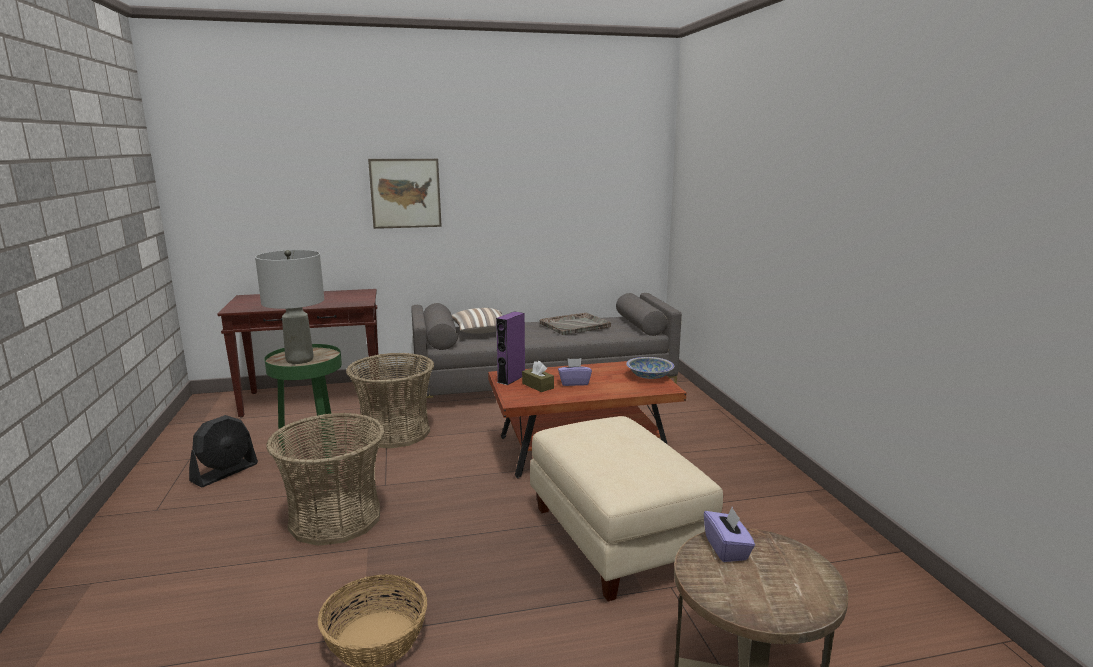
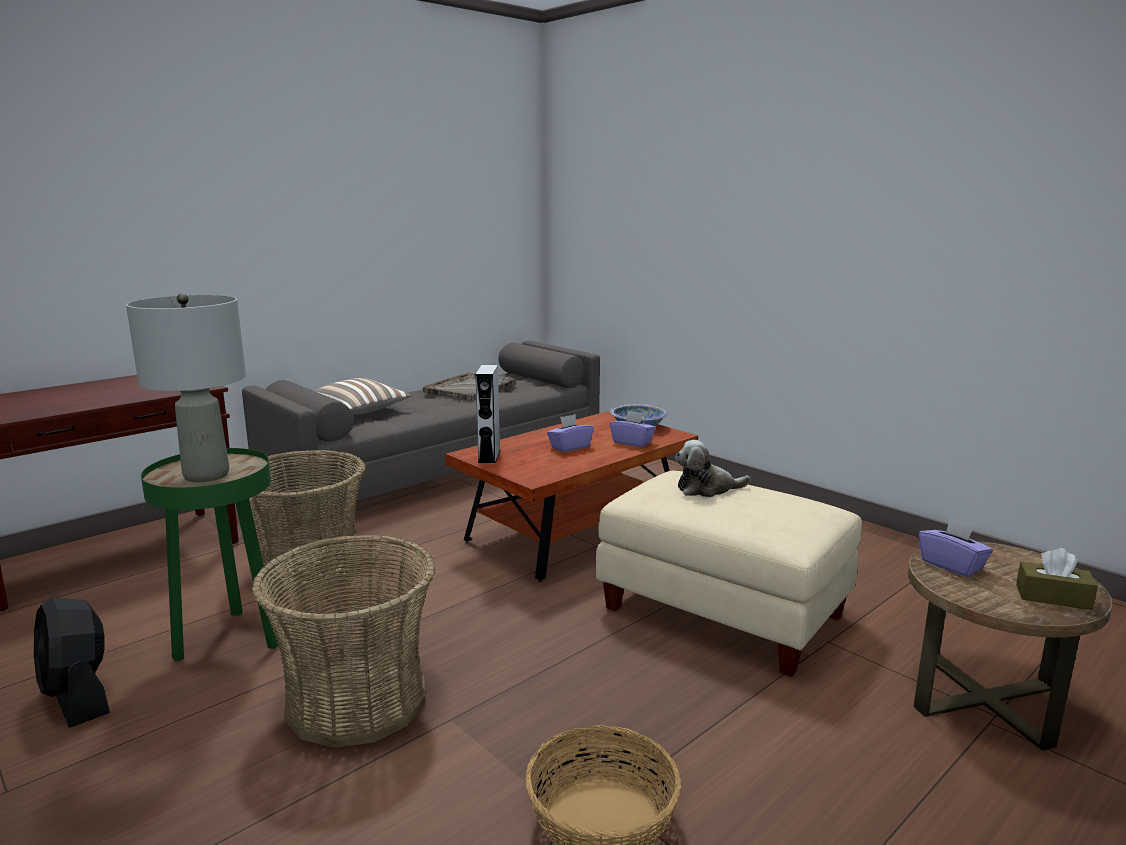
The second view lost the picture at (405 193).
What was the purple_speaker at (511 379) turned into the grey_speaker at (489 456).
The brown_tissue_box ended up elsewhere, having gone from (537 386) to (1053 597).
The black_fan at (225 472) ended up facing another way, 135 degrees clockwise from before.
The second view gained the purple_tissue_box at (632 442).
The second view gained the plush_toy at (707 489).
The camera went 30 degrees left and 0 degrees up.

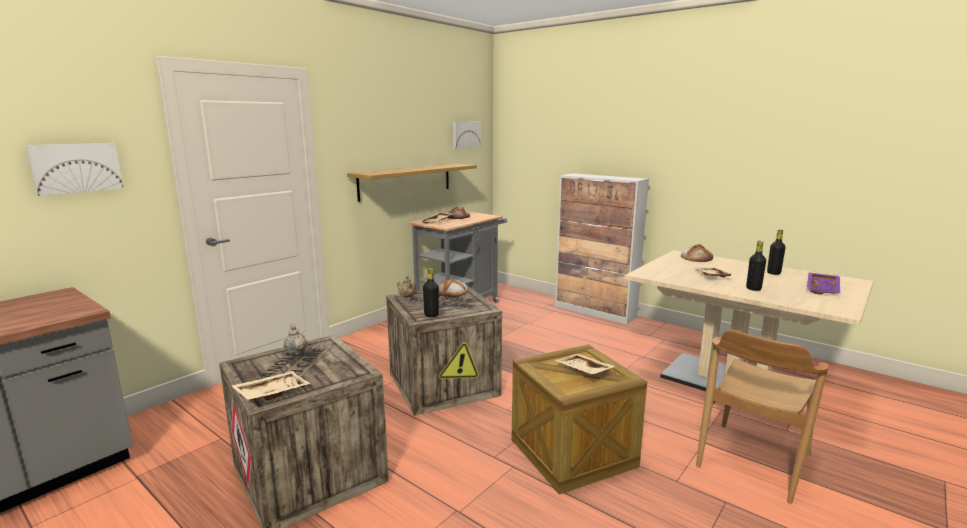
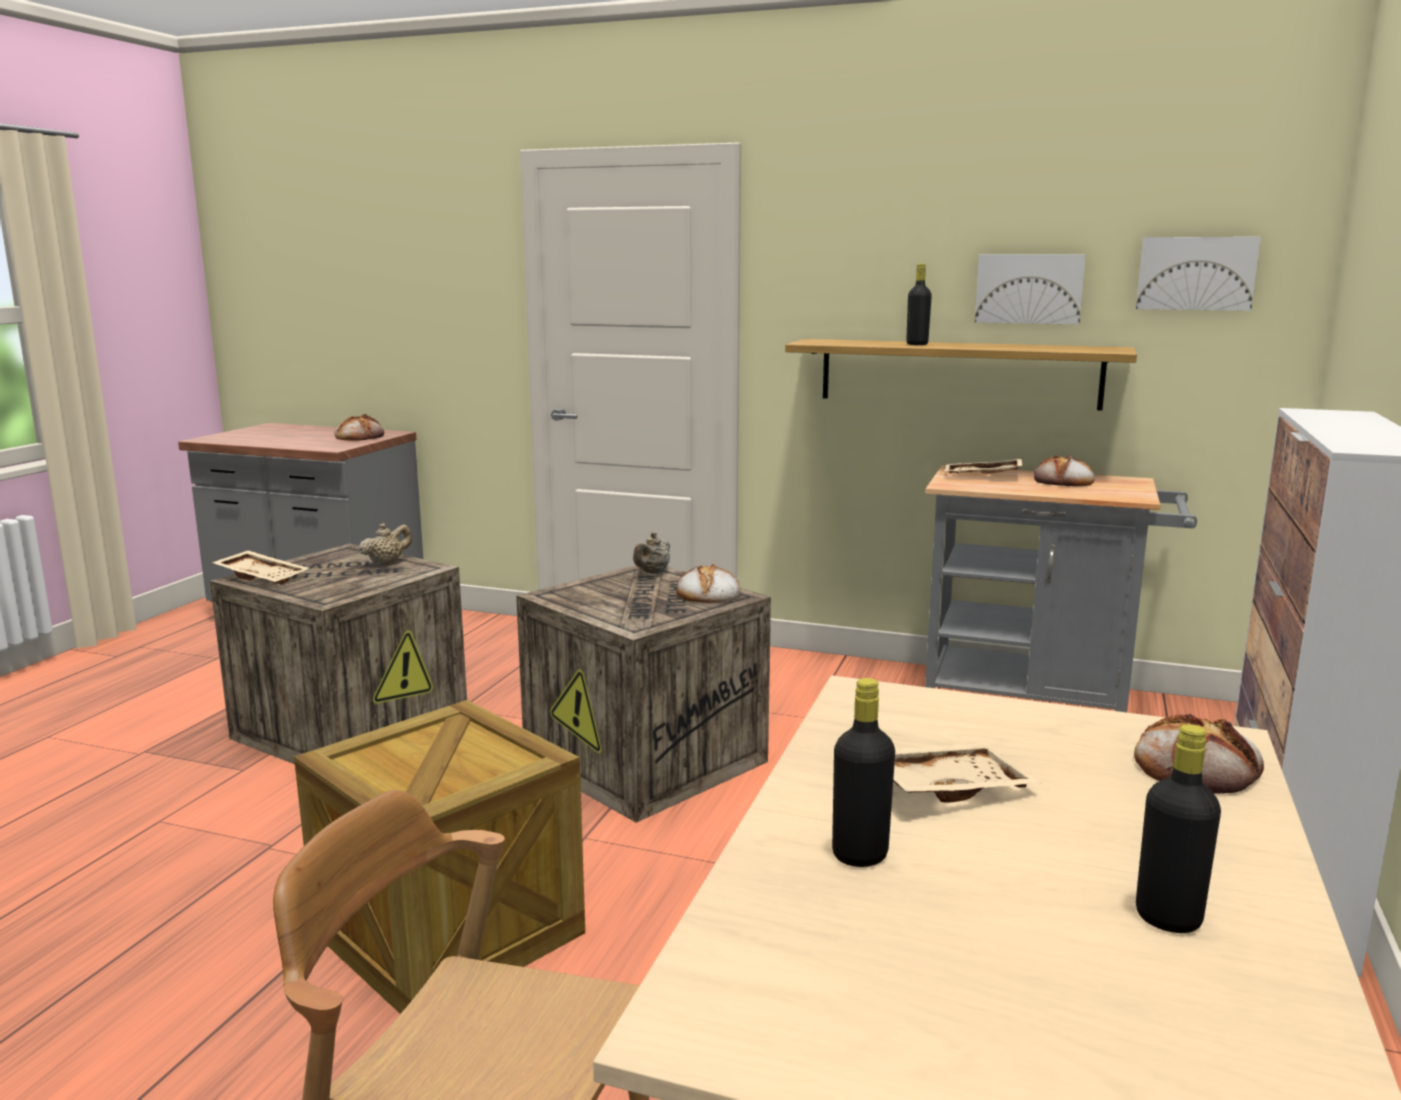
The picture ended up elsewhere, having gone from (76 168) to (1029 288).
The black_bottle ended up elsewhere, having gone from (431 315) to (917 344).
The second view lost the purple_tray at (823 289).
The second view lost the beige_tray at (583 371).
The second view gained the bread at (360 436).
The camera went 70 degrees right and 0 degrees up.

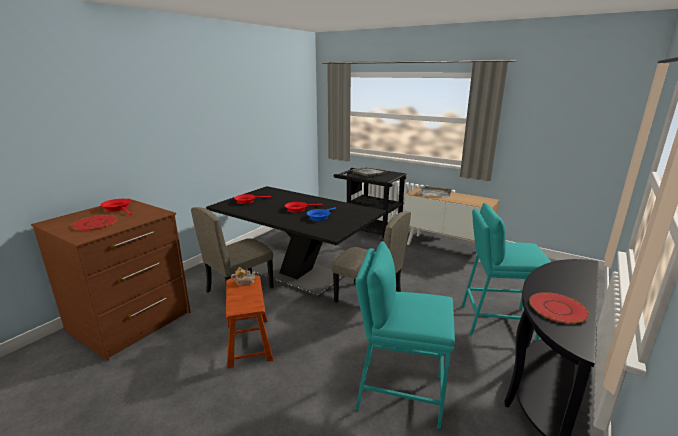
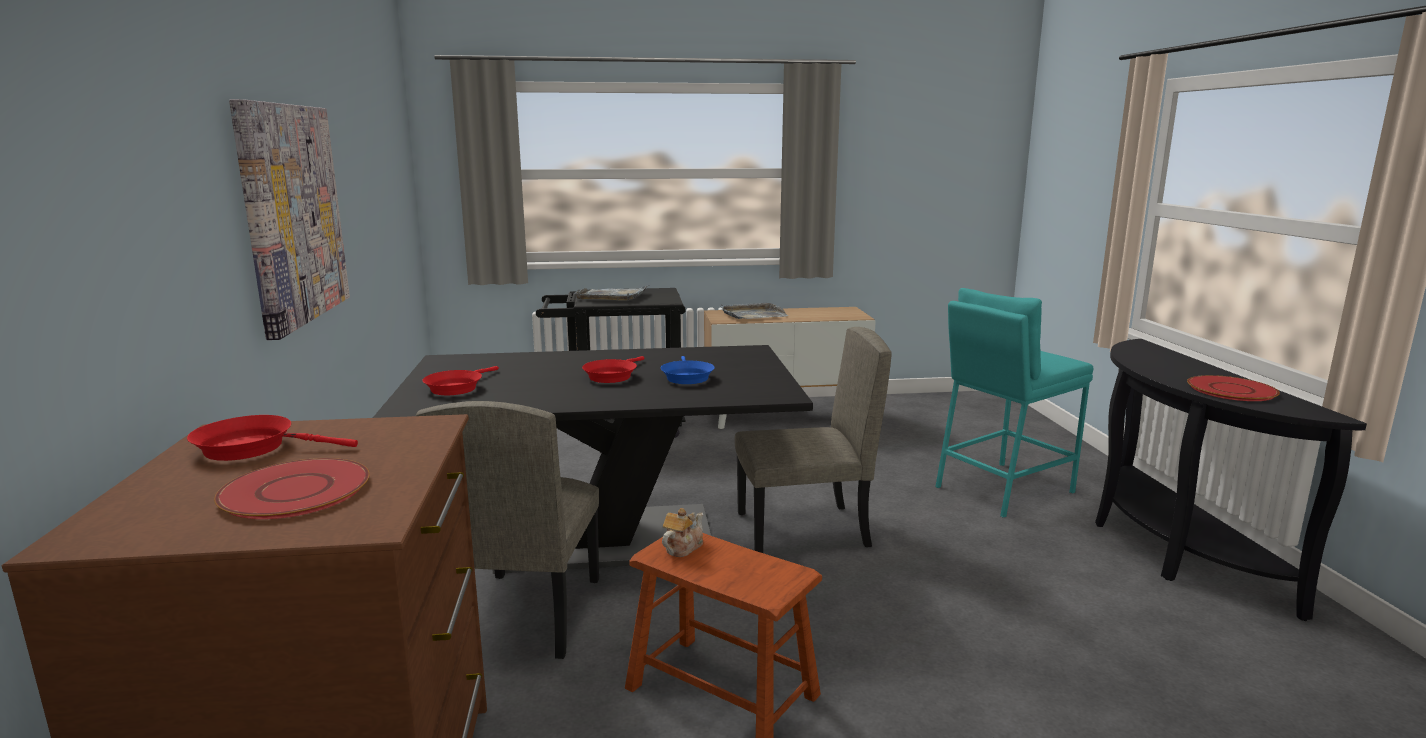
The second view lost the turquoise_stool at (400 392).
The second view gained the picture at (291 214).
The camera went 40 degrees left and 5 degrees down.

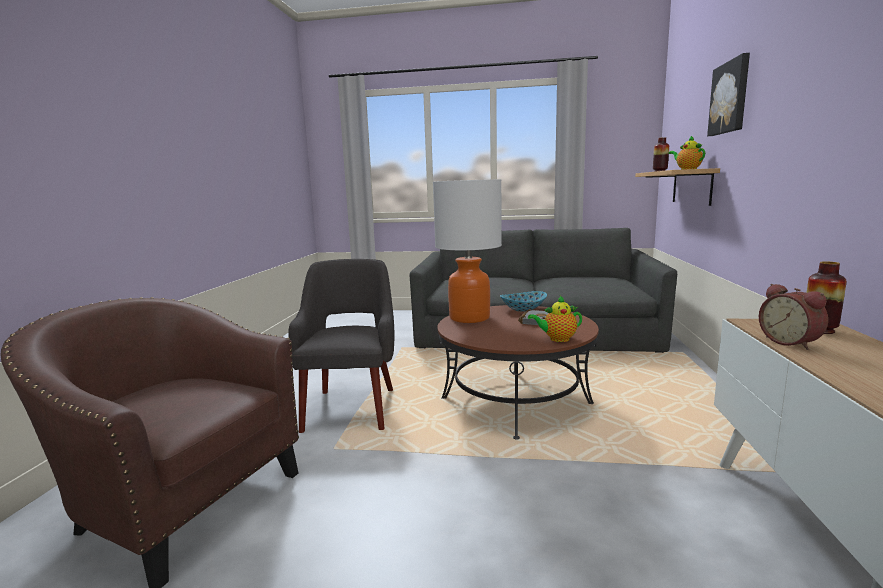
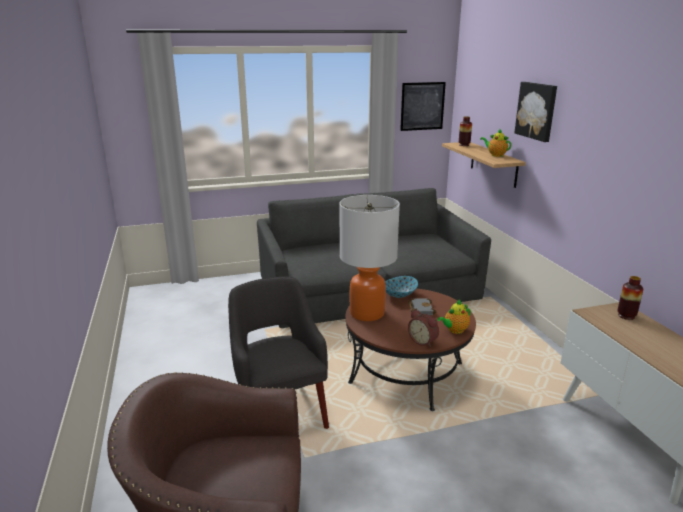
The alarm_clock ended up elsewhere, having gone from (791 342) to (423 341).
The second view gained the picture at (422 106).
The camera went 25 degrees left and 10 degrees up.

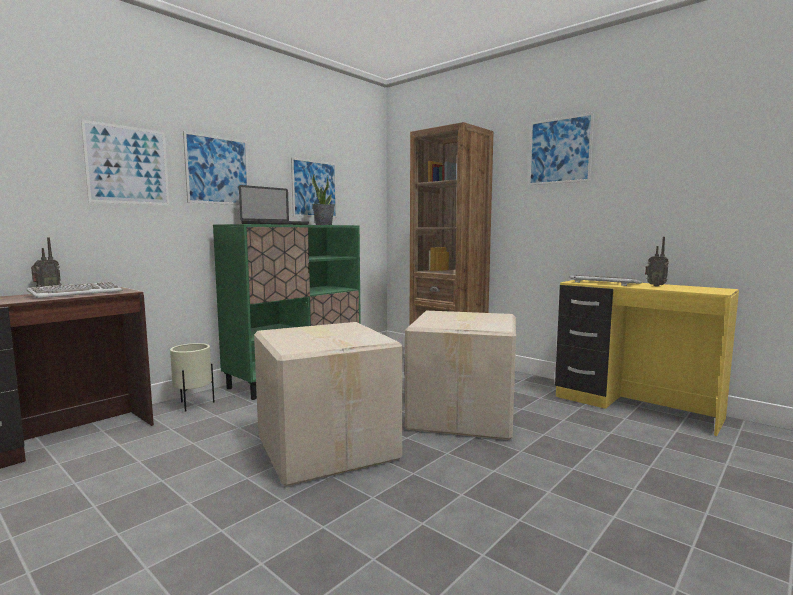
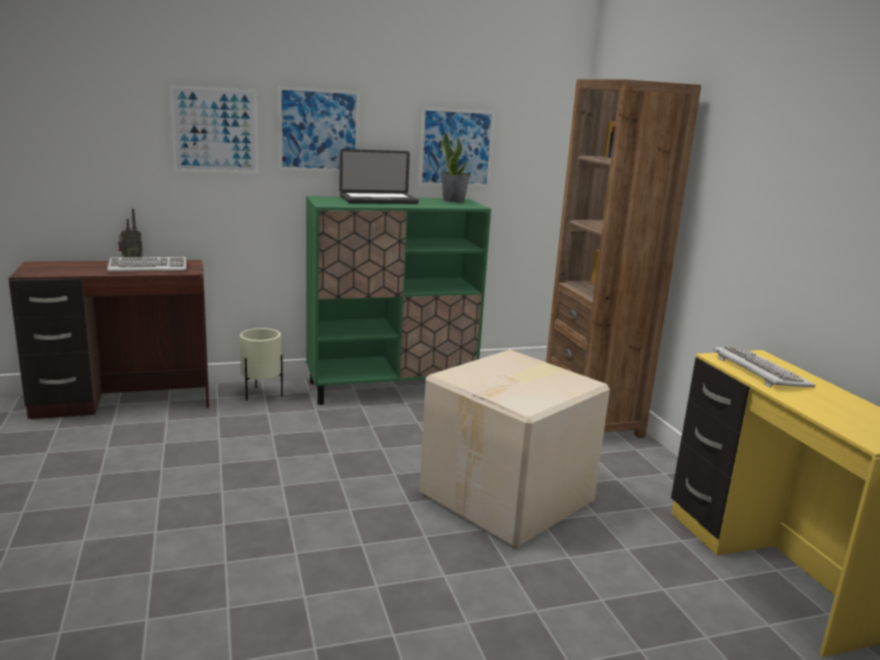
The second view lost the picture at (559 150).
The second view lost the radio at (655 286).
The second view lost the cardboard_box at (328 446).
The camera went 30 degrees right and 10 degrees up.

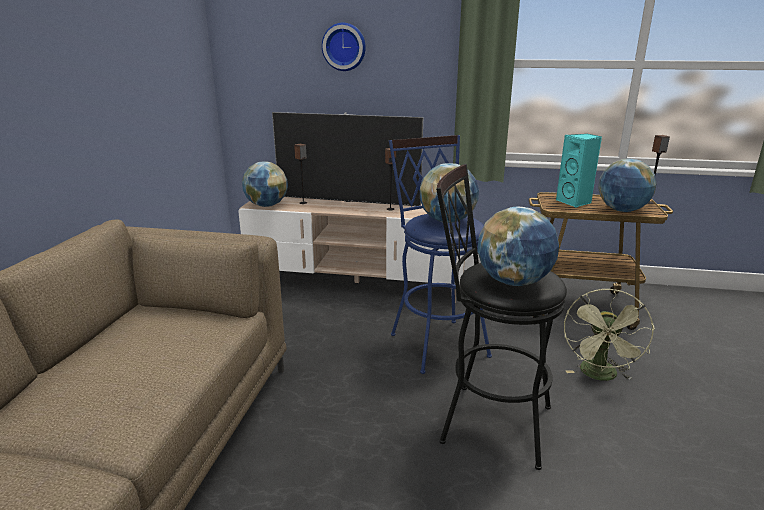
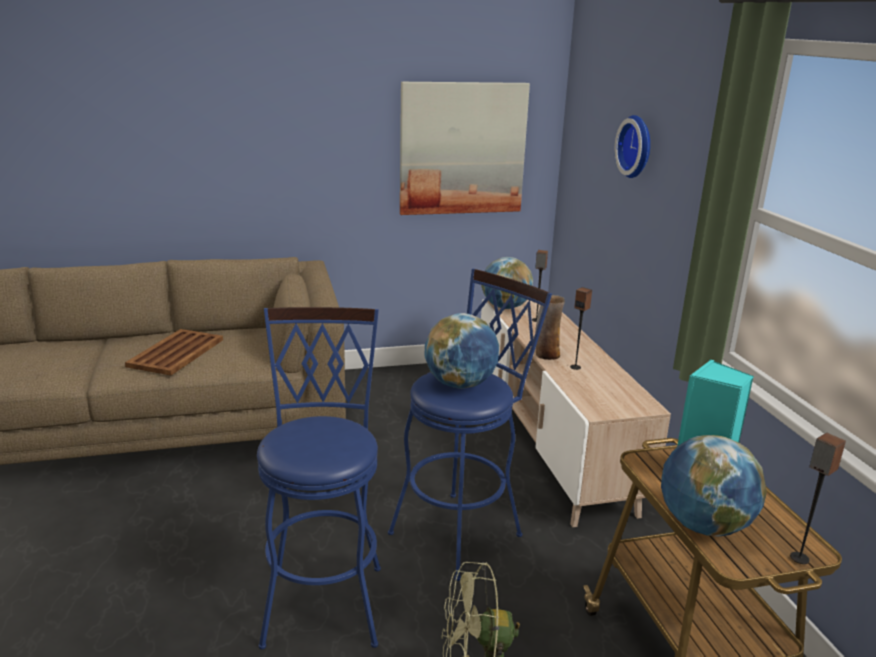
The second view lost the television at (348 201).
What was the black_stool at (486 421) turned into the blue_stool at (325 596).
The second view lost the globe at (514 282).
The second view gained the picture at (462 149).
The second view gained the vase at (546 355).
The second view gained the brown_tray at (177 352).
The camera went 65 degrees right and 0 degrees up.

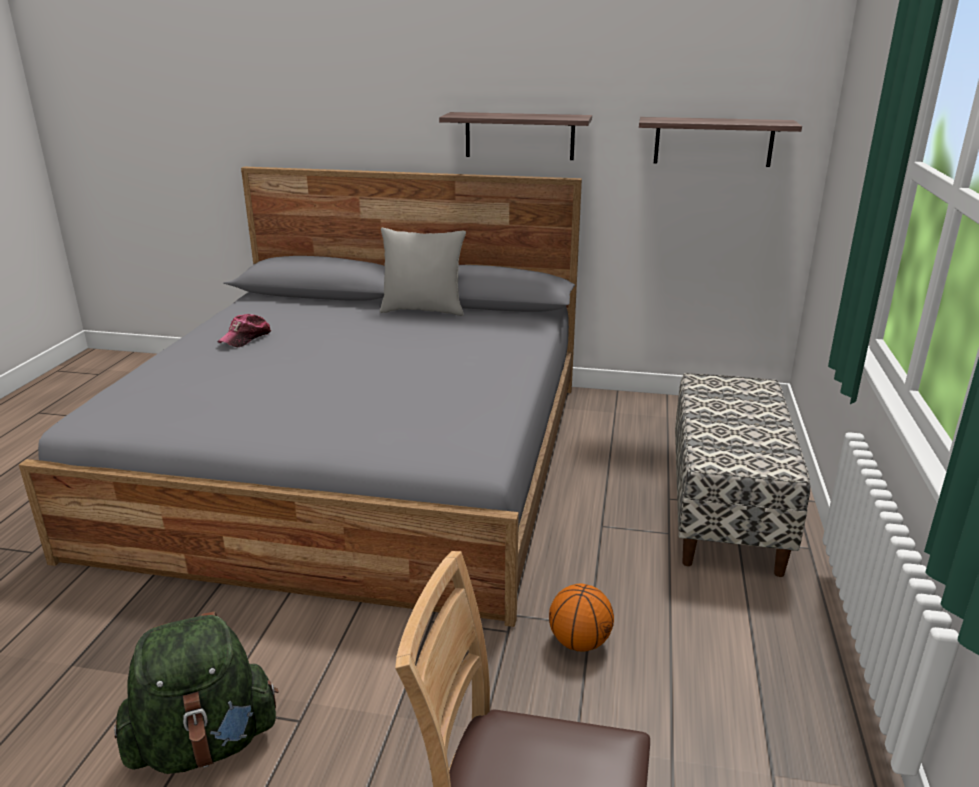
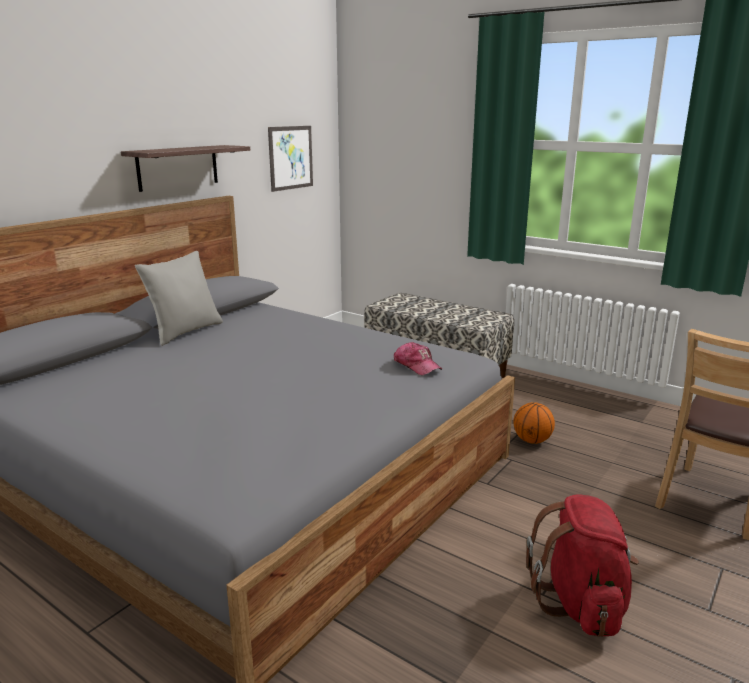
Where the shelf hung at (713 141), the picture came to hang at (291 157).
The cap ended up elsewhere, having gone from (245 338) to (416 365).
What was the green_backpack at (204 743) turned into the red_backpack at (580 603).
The camera went 65 degrees left and 5 degrees down.

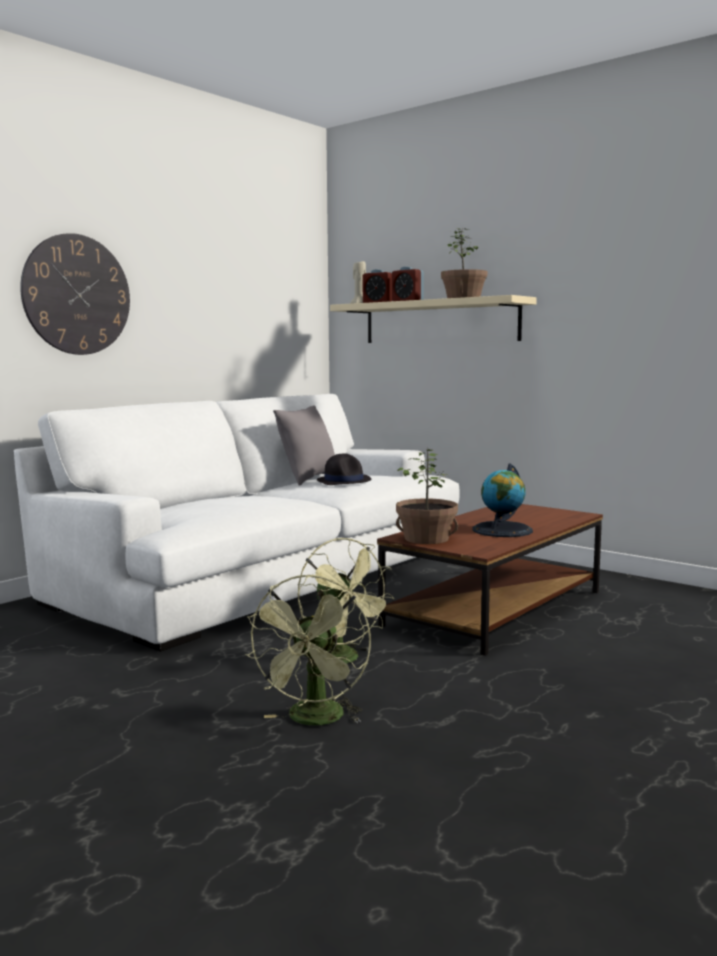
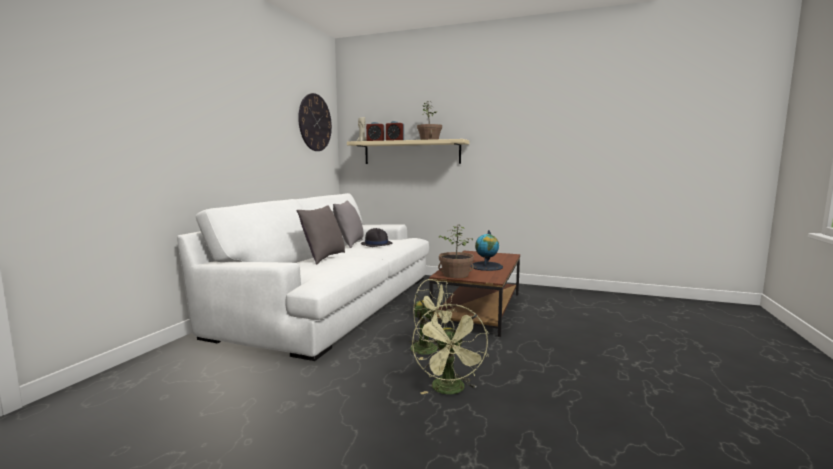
The wall_clock ended up elsewhere, having gone from (77 295) to (315 122).
The second view gained the grey_pillow at (323 258).
The camera went 20 degrees left and 0 degrees up.

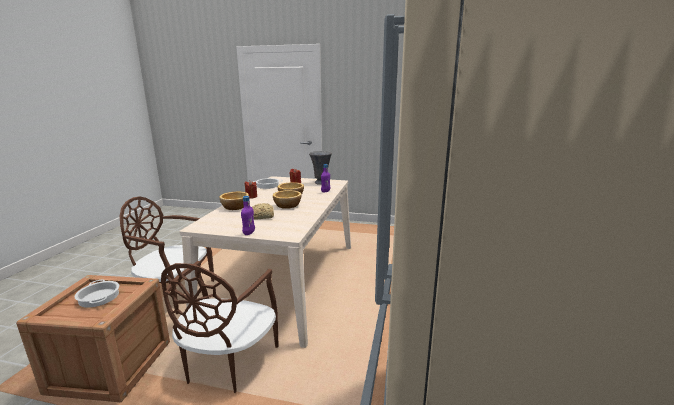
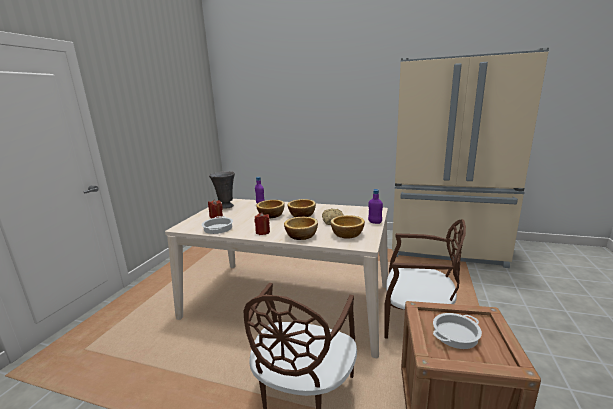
The second view gained the bowl at (347 234).
The camera went 85 degrees left and 0 degrees up.

